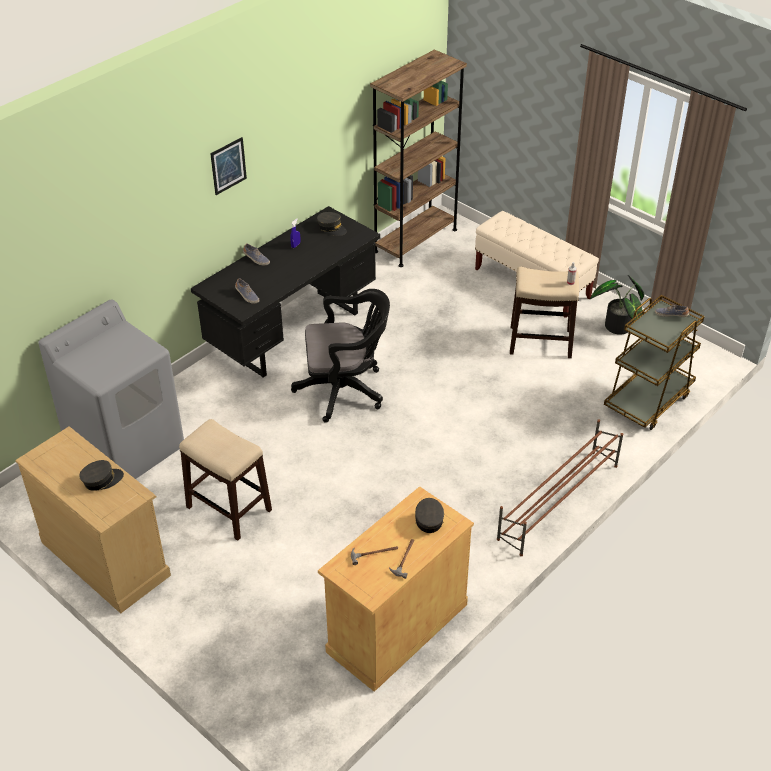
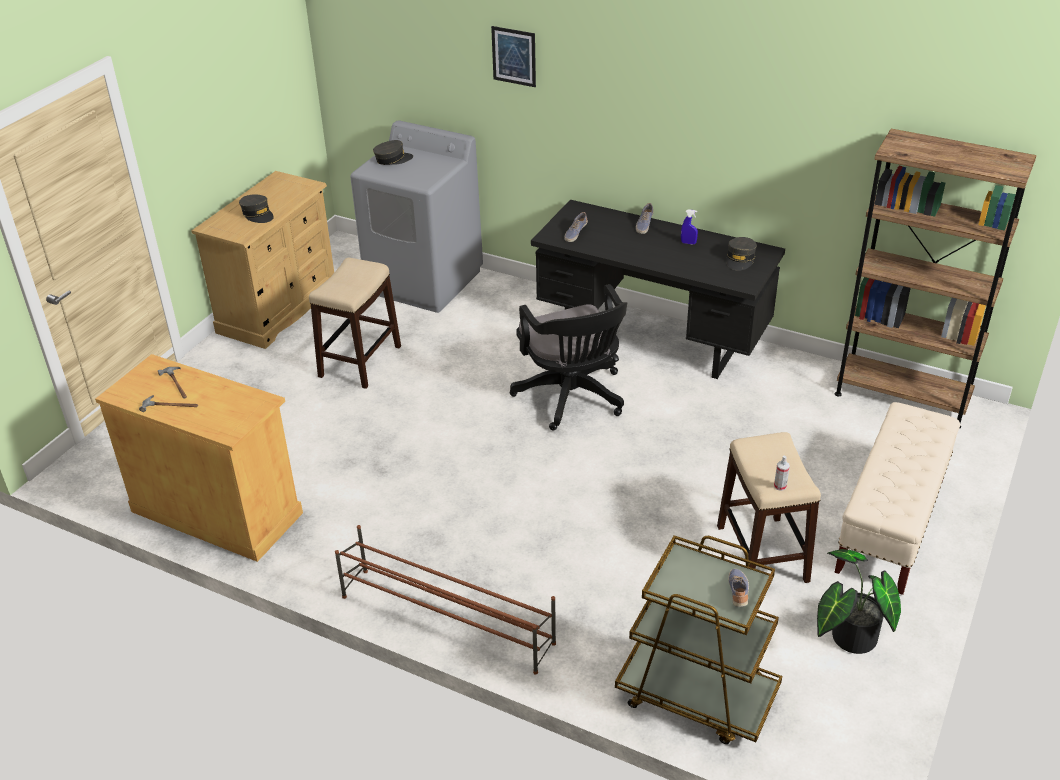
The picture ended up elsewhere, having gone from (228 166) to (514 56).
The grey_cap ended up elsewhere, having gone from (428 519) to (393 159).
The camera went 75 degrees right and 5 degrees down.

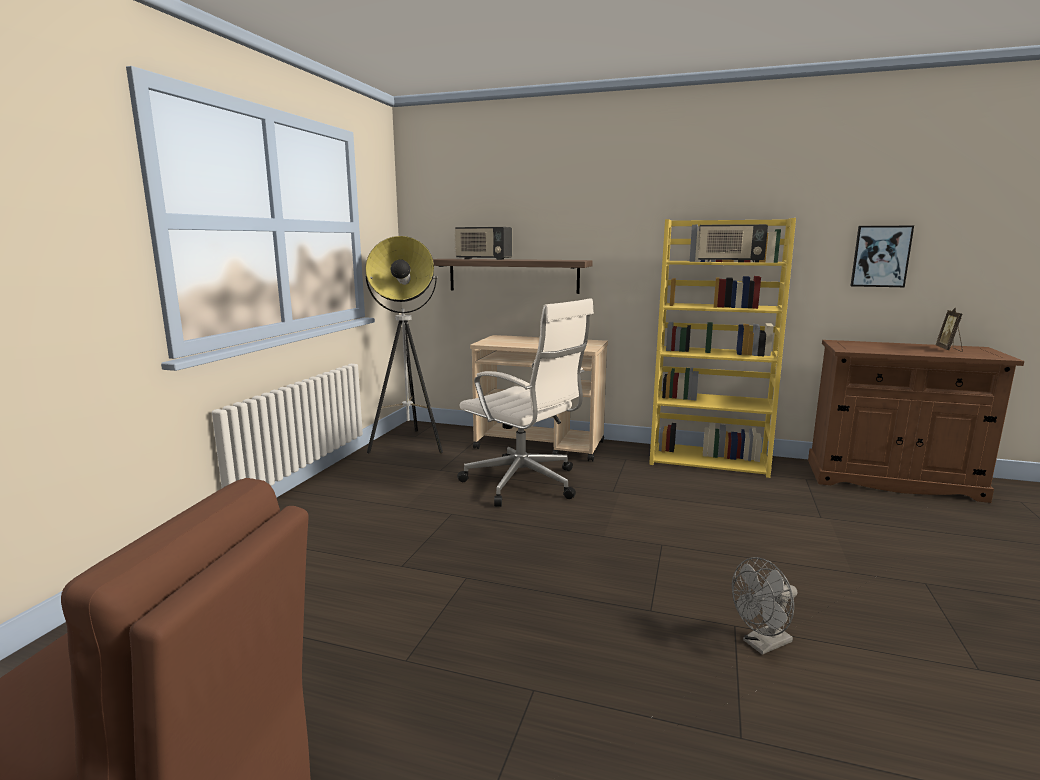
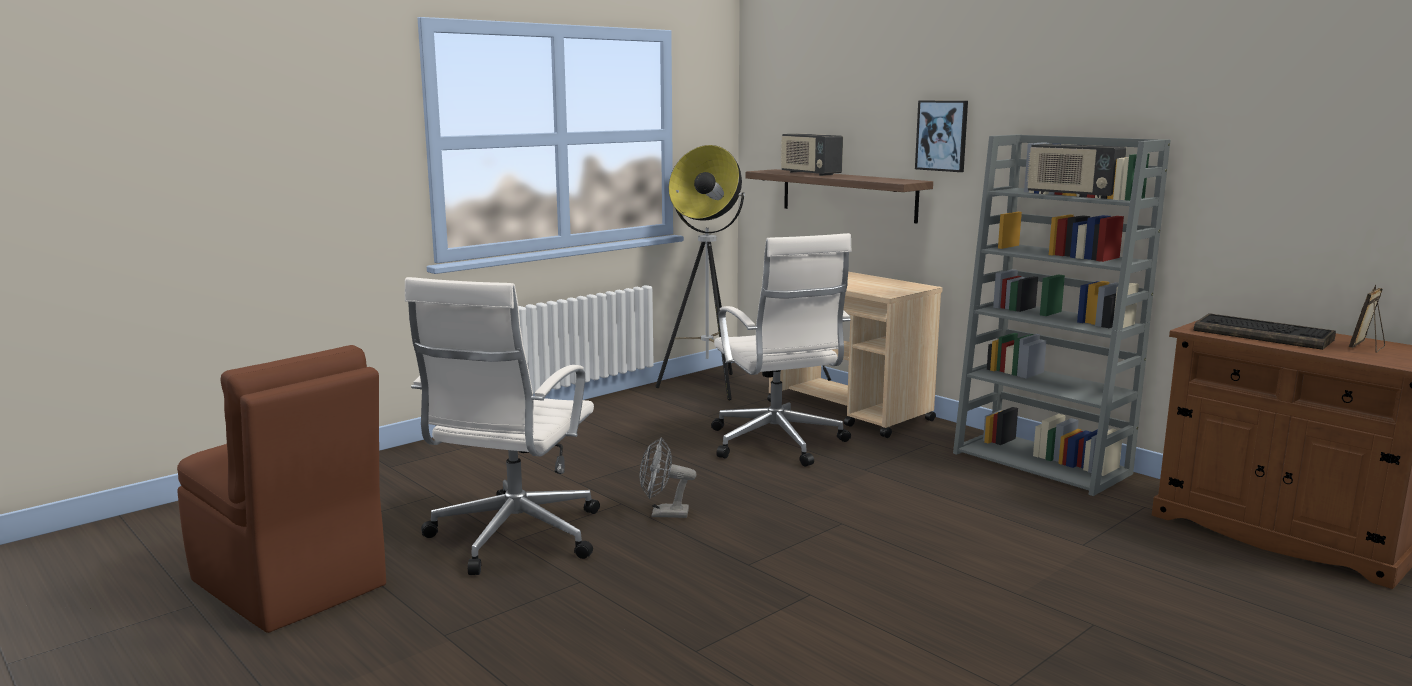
What was the yellow_bookcase at (709 460) turned into the grey_bookcase at (1042 463).
The picture ended up elsewhere, having gone from (880 256) to (942 135).
The grey_fan ended up elsewhere, having gone from (762 644) to (663 514).
The second view gained the white_office_chair at (513 538).
The second view gained the keyboard at (1264 335).
The camera went 30 degrees right and 0 degrees up.

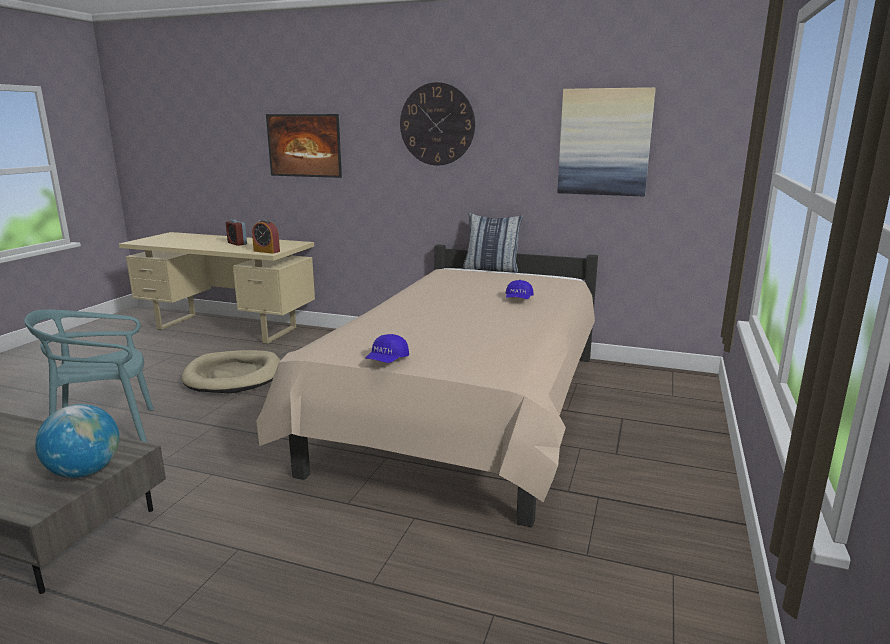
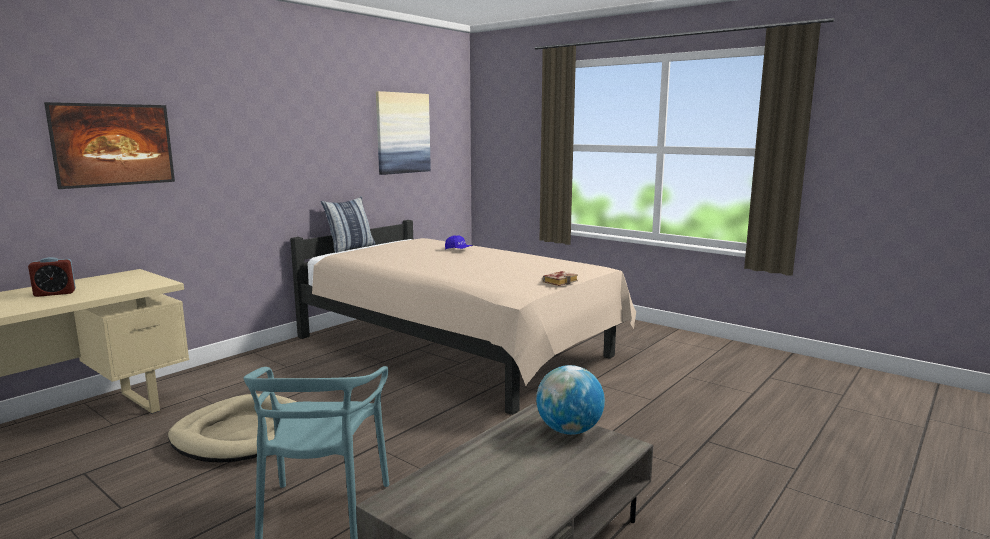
The second view lost the wall_clock at (437 124).
The second view lost the alarm_clock at (266 251).
Where the blue_cap stood at (387 360), the book came to stand at (560 281).
The camera went 70 degrees left and 5 degrees down.

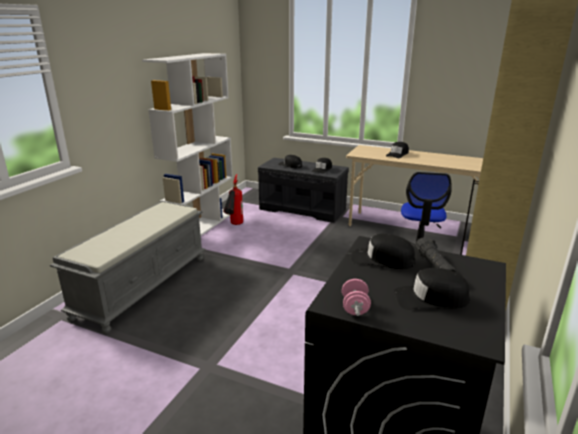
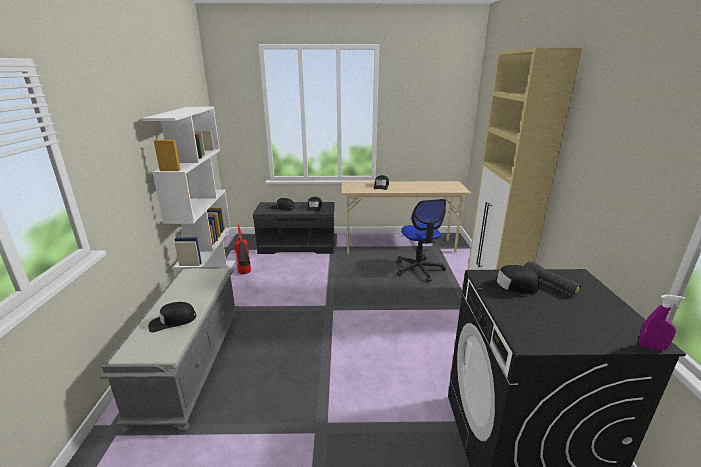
The black_cap ended up elsewhere, having gone from (430 298) to (172 321).
The second view lost the pink_dumbbell at (355 308).
The second view gained the purple_spray_bottle at (652 347).
The camera went 25 degrees left and 0 degrees up.

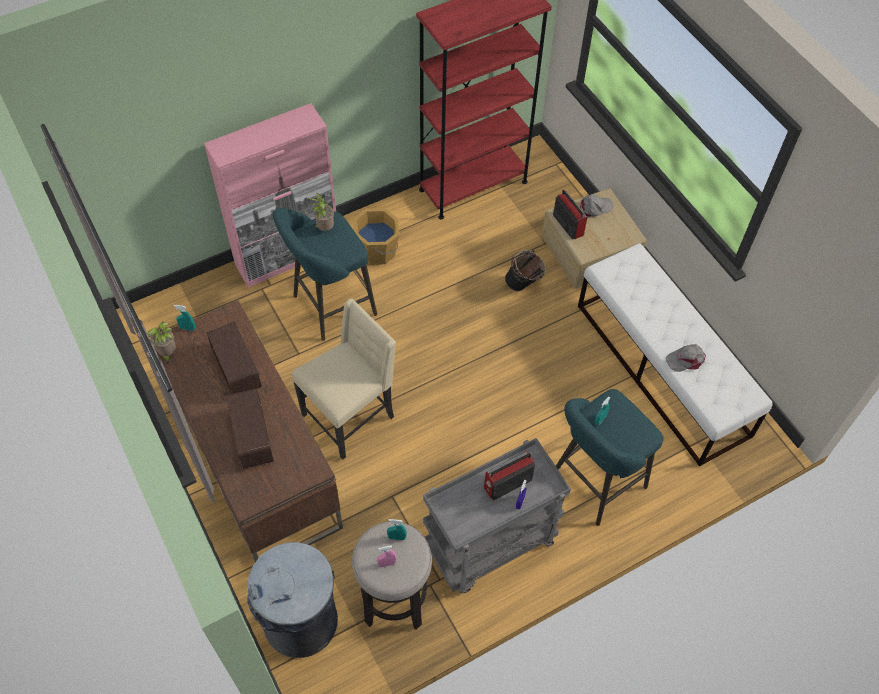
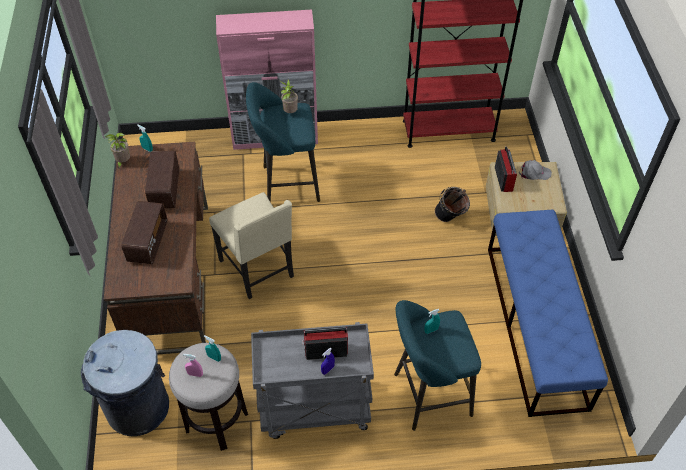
The second view lost the orange_bucket at (378 250).
What was the white_bench at (662 369) turned into the blue_bench at (536 326).
The beige_chair at (350 416) ended up facing another way, 75 degrees clockwise from before.
The second view lost the grey_cap at (686 359).
The camera went 25 degrees right and 5 degrees down.

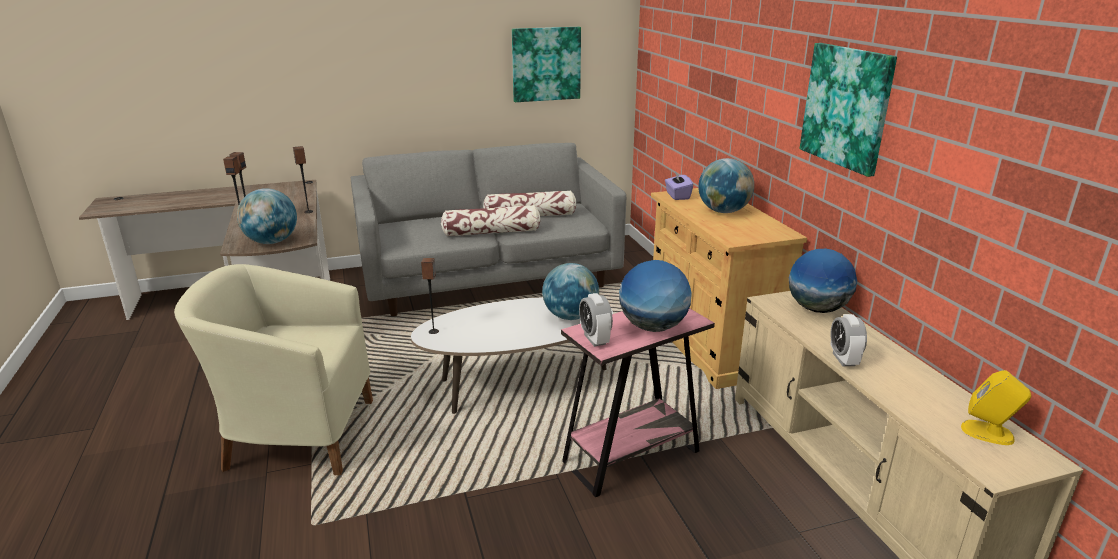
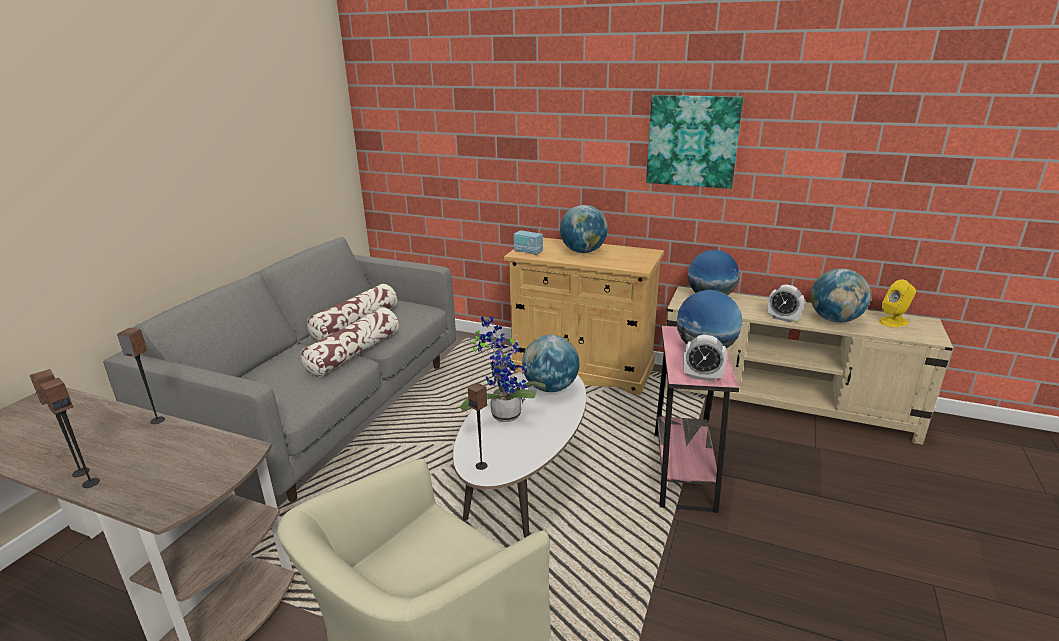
The second view lost the picture at (546 64).
Where the purple_tissue_box stood at (677 196), the radio came to stand at (528 252).
The globe ended up elsewhere, having gone from (271 242) to (834 320).
The second view gained the potted_plant at (503 413).
The camera went 50 degrees left and 0 degrees up.

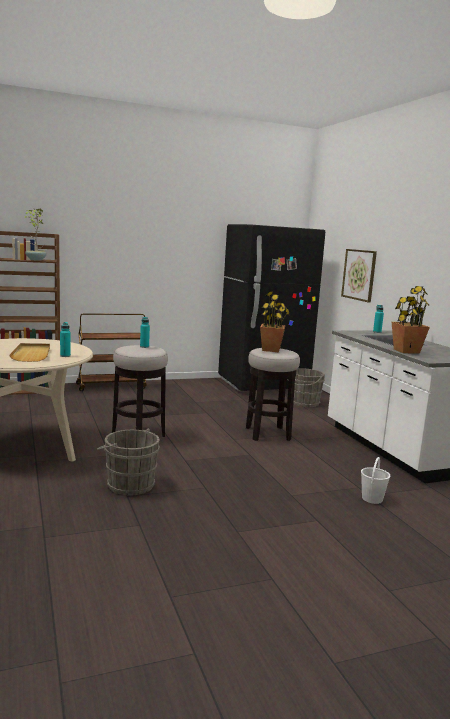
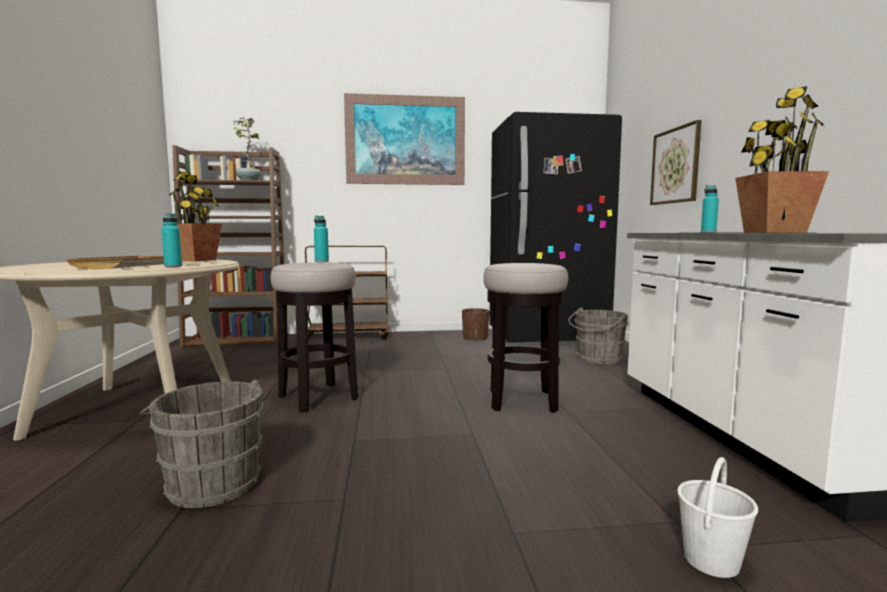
The potted_plant ended up elsewhere, having gone from (271 350) to (197 260).
The second view gained the picture at (405 140).
The second view gained the brown_planter at (475 338).
The camera went 15 degrees right and 5 degrees down.

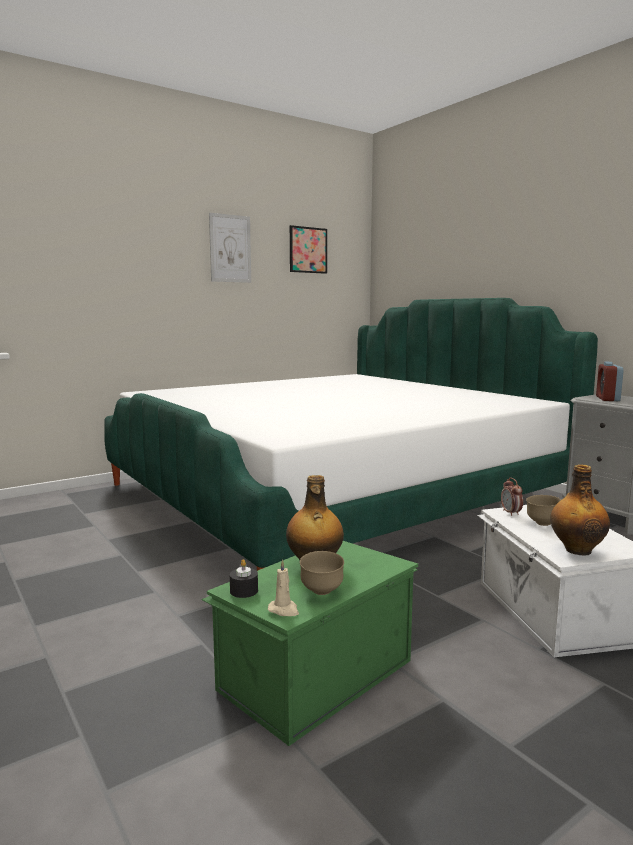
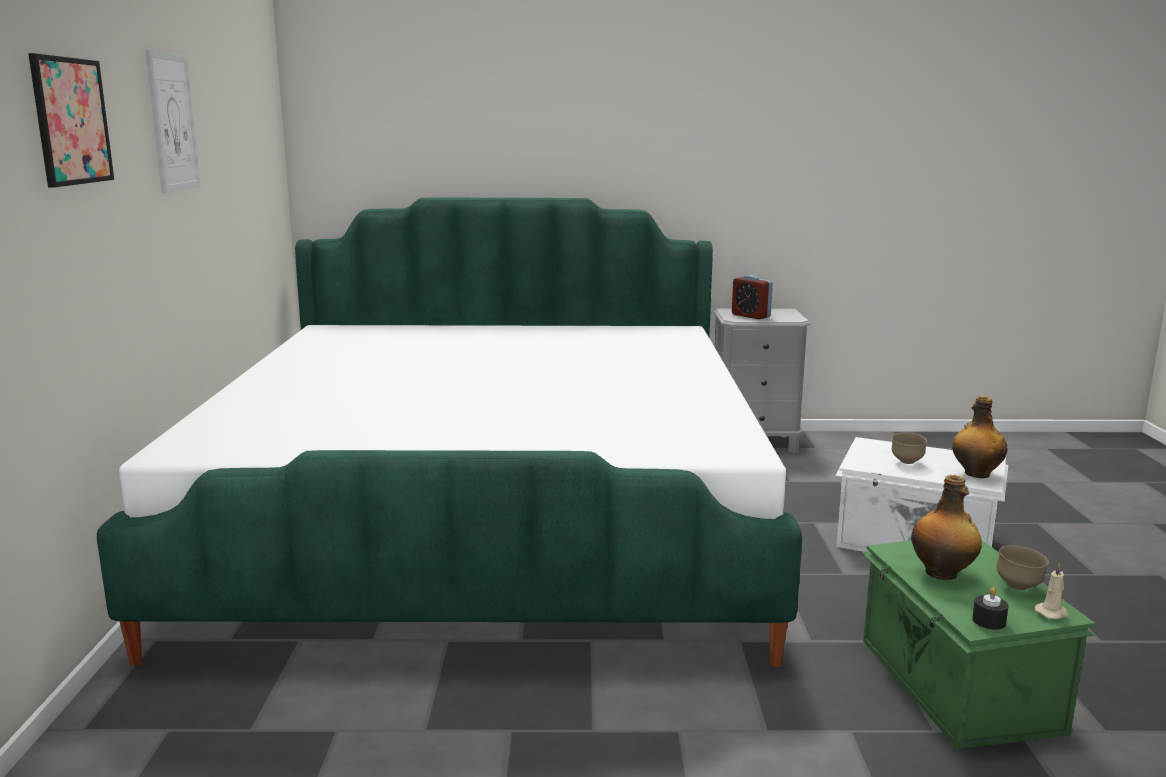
The picture ended up elsewhere, having gone from (308 250) to (71 121).
The second view lost the alarm_clock at (511 513).
The camera went 55 degrees left and 5 degrees up.

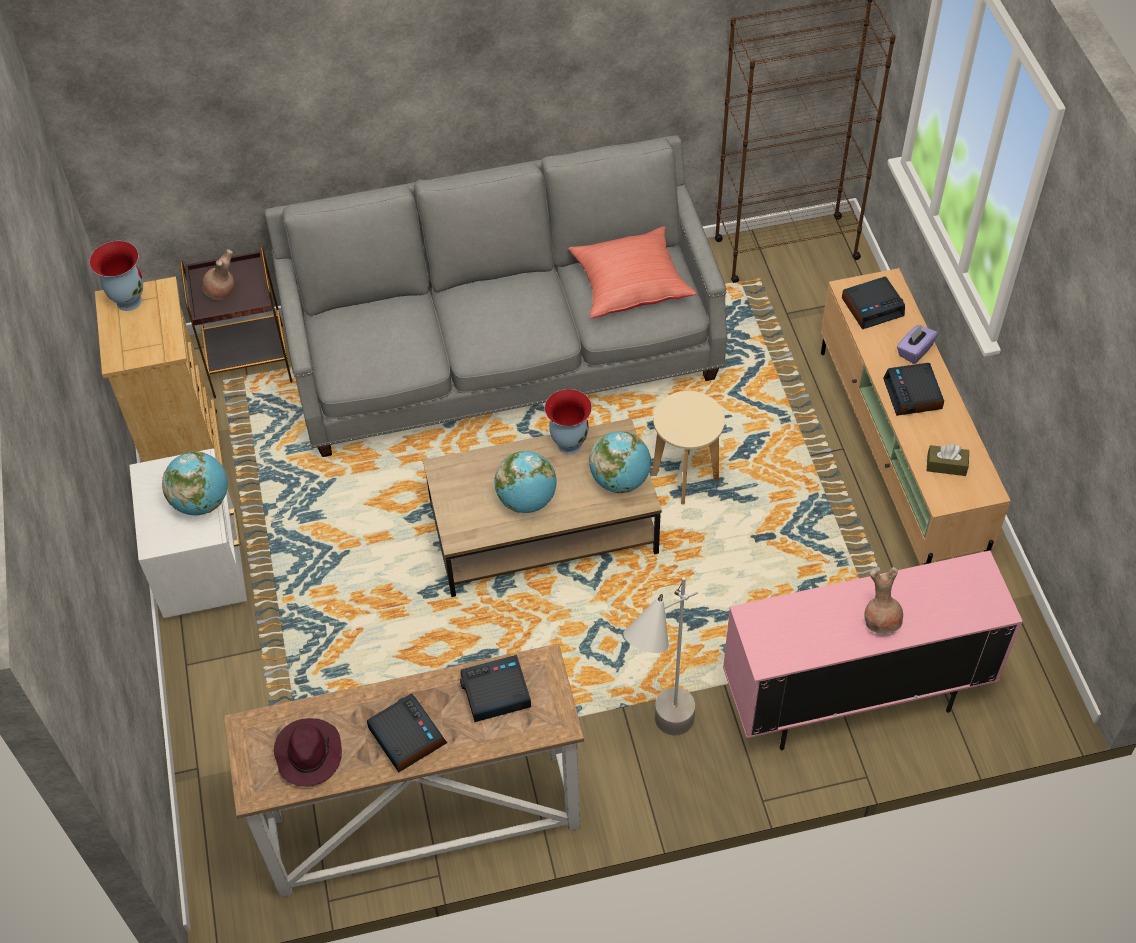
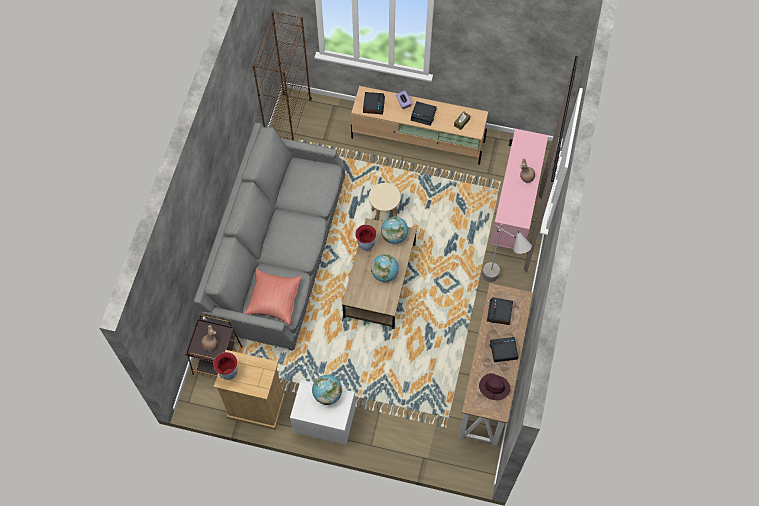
The red_pillow ended up elsewhere, having gone from (629 286) to (273 300).
The camera went 65 degrees left and 10 degrees up.

